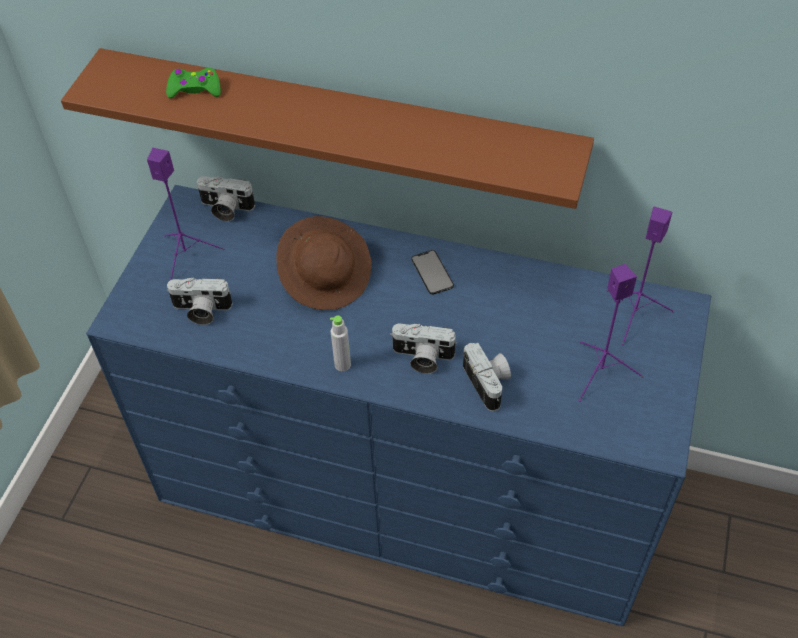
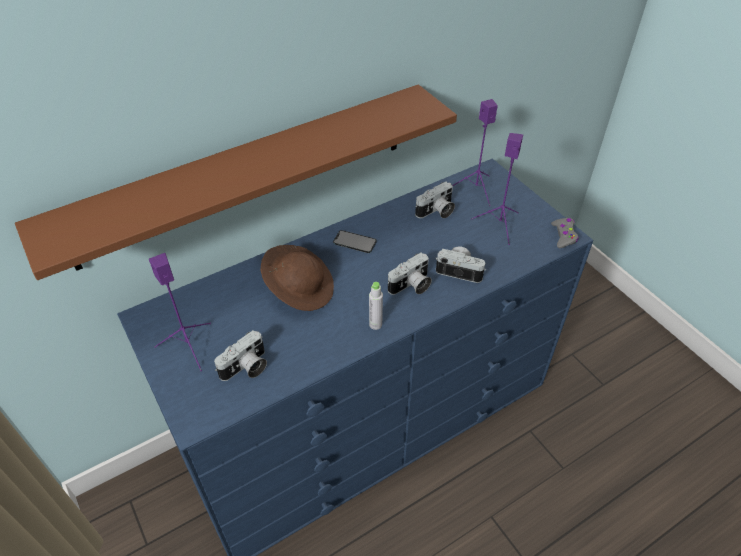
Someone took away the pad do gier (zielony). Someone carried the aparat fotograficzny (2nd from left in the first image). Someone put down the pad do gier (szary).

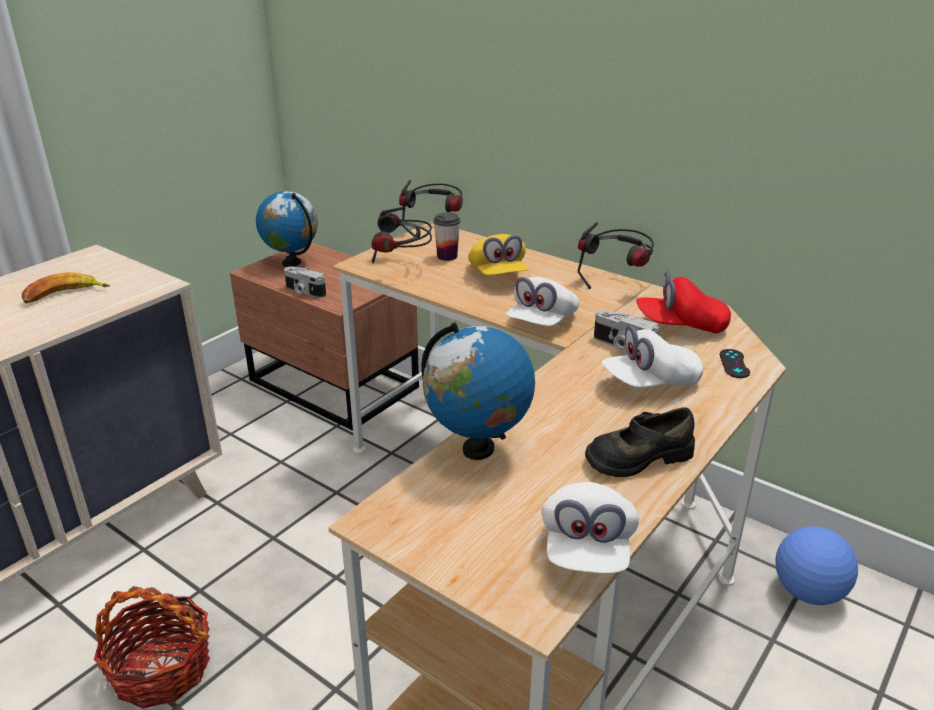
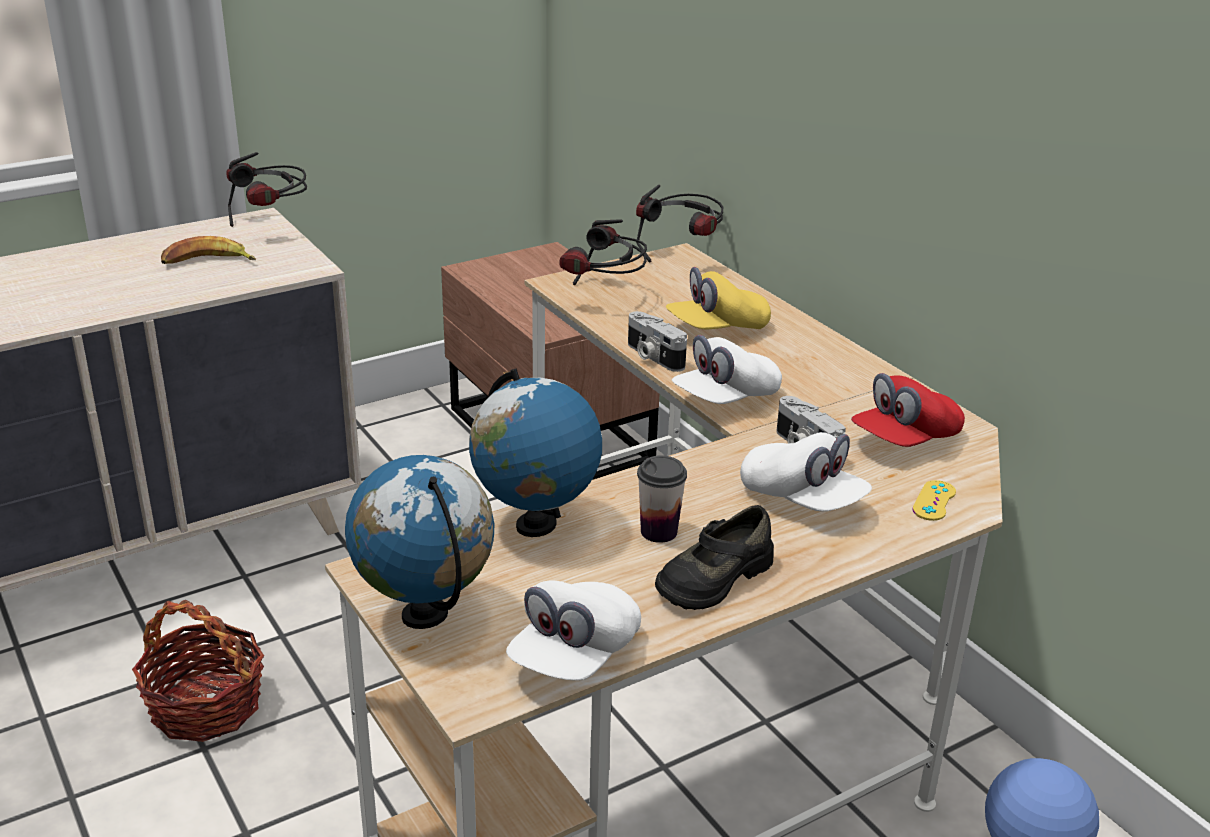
Someone carried the globus (1st from left). Someone carried the filiżanka. Someone carried the słuchawki (3rd from left in the first image). Someone rotated the czapka z daszkiem (żółty) by 60 degrees clockwise. Someone carried the aparat fotograficzny (1st from left). Someone rotated the czapka z daszkiem (czerwony) by 60 degrees counterclockwise. Someone rotated the czapka z daszkiem (biały) (3rd from left) by 135 degrees counterclockwise. Someone repainted the pad do gier (czarny), which became the pad do gier (żółty). Someone rotated the but (czarny) by 45 degrees counterclockwise.

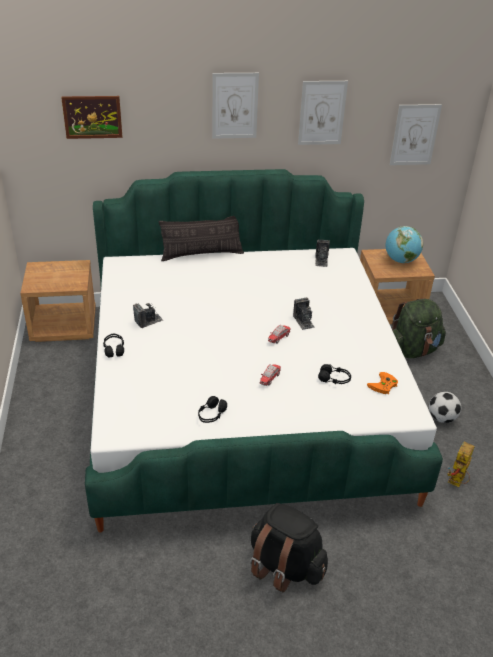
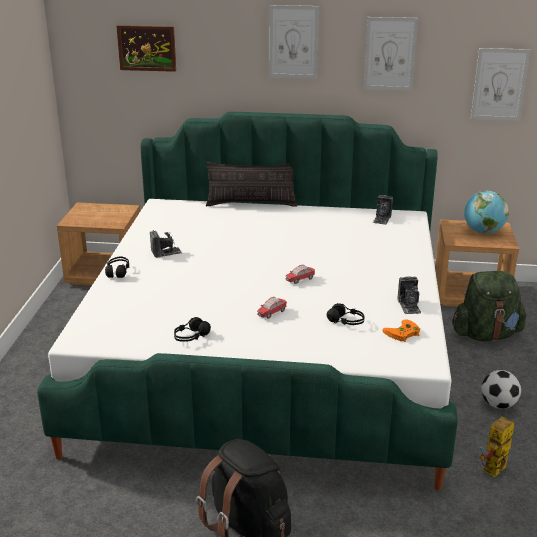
Someone carried the aparat fotograficzny (2nd from left in the first image).

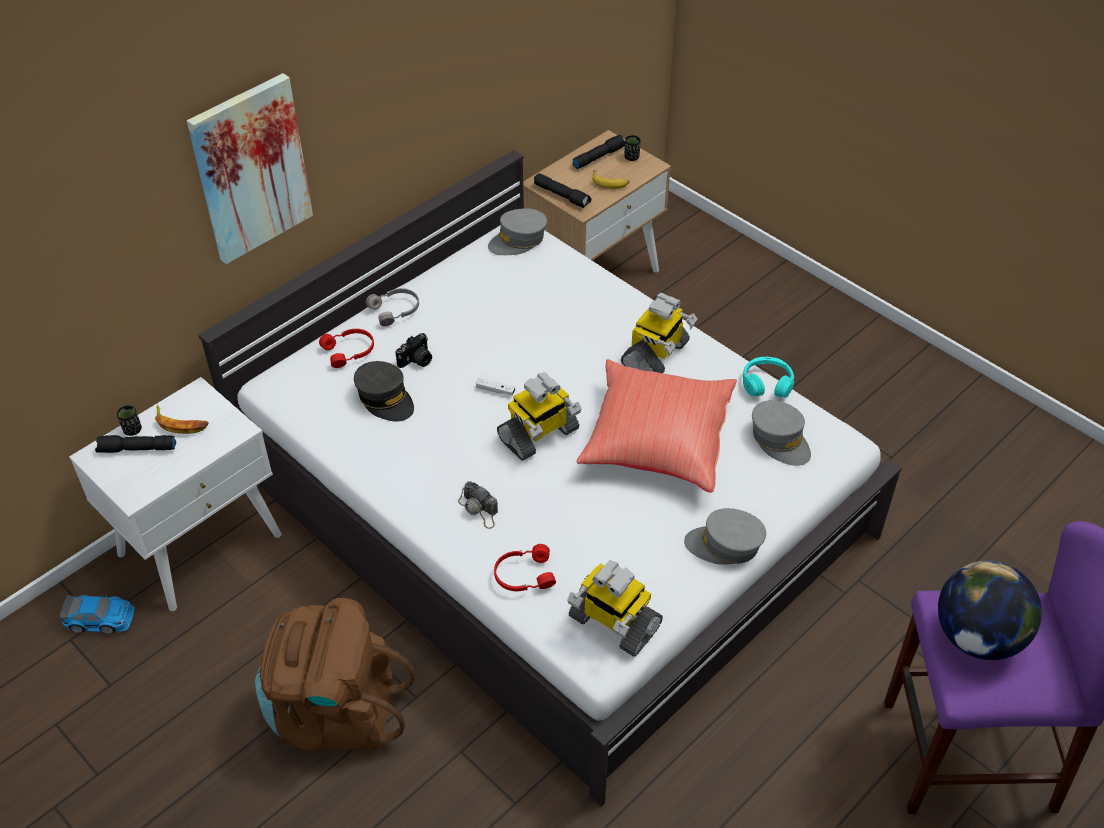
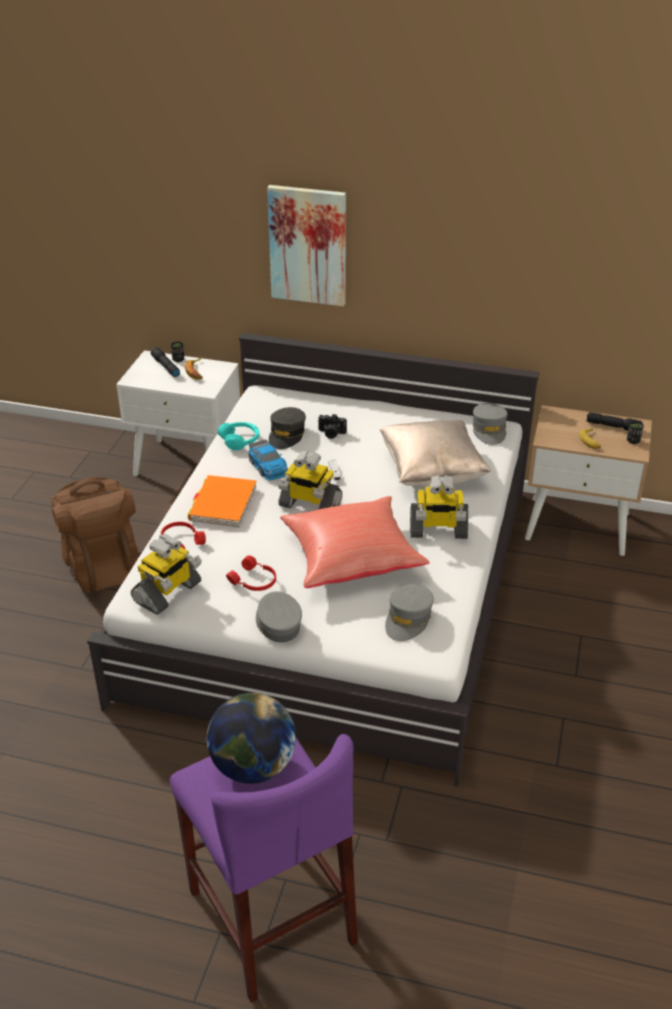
Someone took away the latarka (czarny) (2nd from left). Someone rotated the czapka z daszkiem (szary) (2nd from left in the first image) by 120 degrees counterclockwise. Someone took away the słuchawki (szary). Someone carried the słuchawki (czerwony) (1st from left in the first image). Someone carried the słuchawki (turkusowy). Someone swapped the aparat fotograficzny (2nd from left) for the książka (pomarańczowy). Someone rotated the robot zabawkowy (2nd from left in the first image) by 150 degrees counterclockwise. Someone carried the samochodzik. Someone put down the poduszka (beżowy).

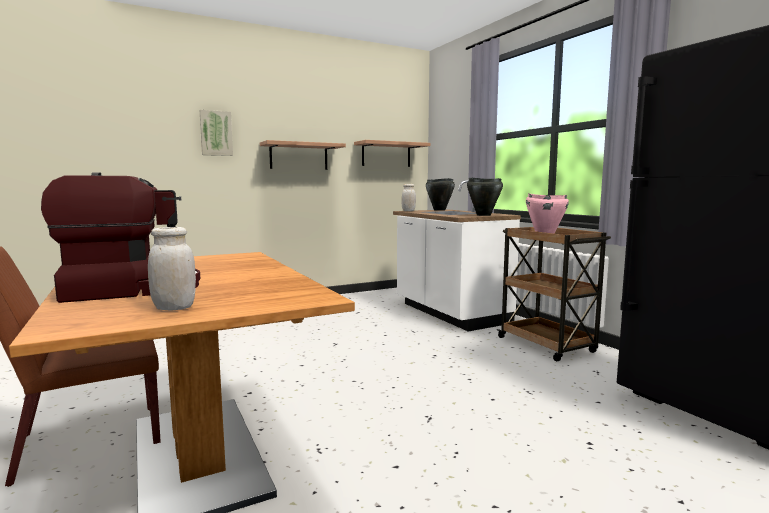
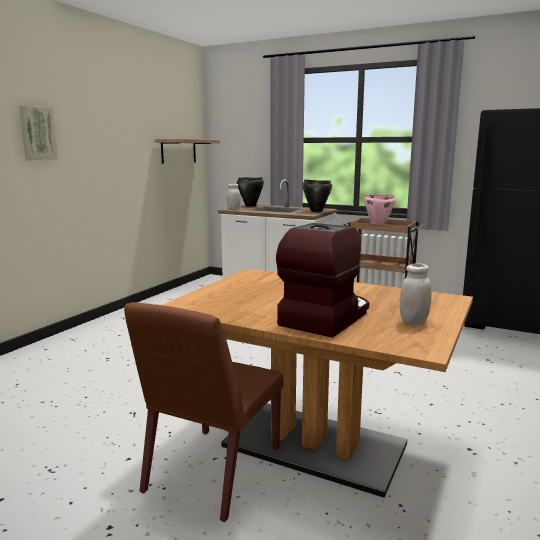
Someone took away the półka (1st from left).

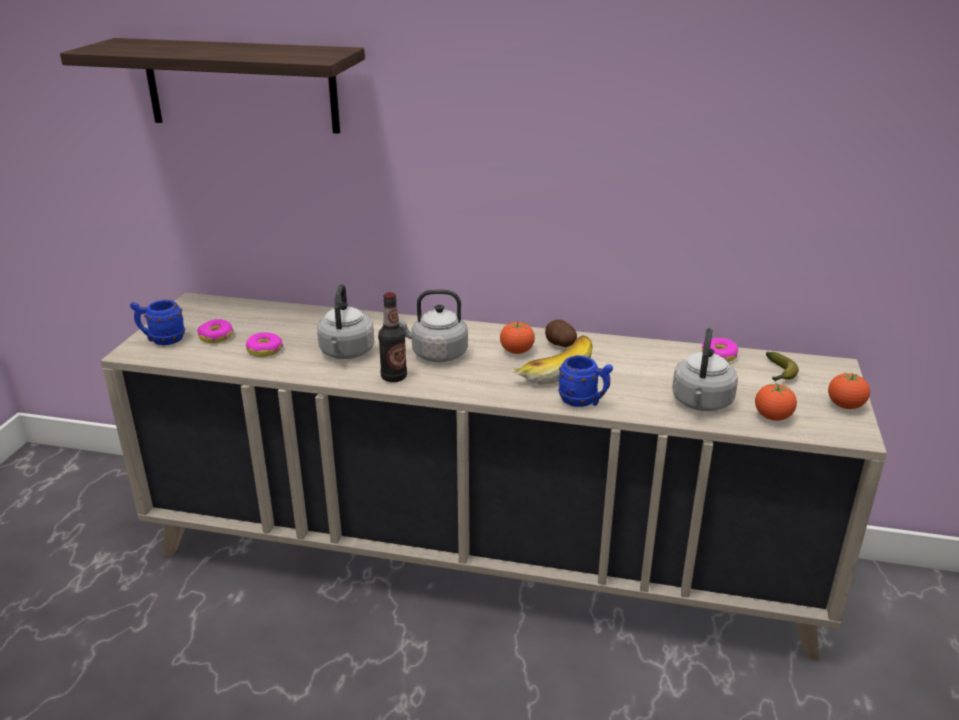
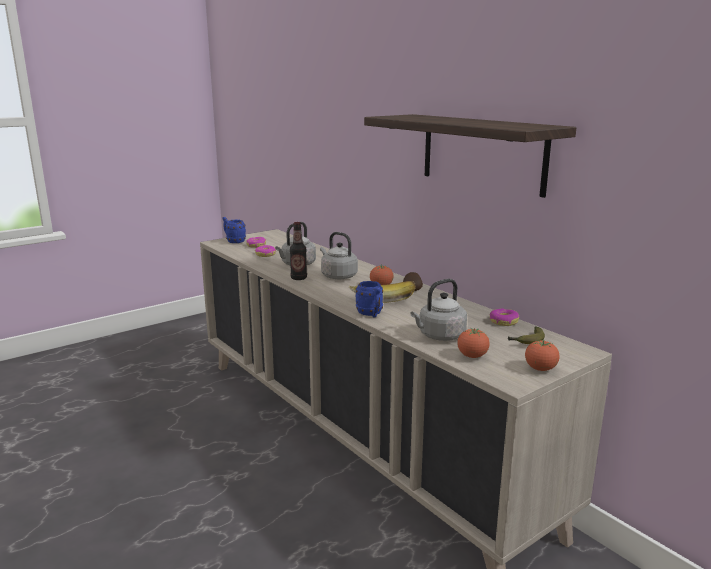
Someone carried the półka.

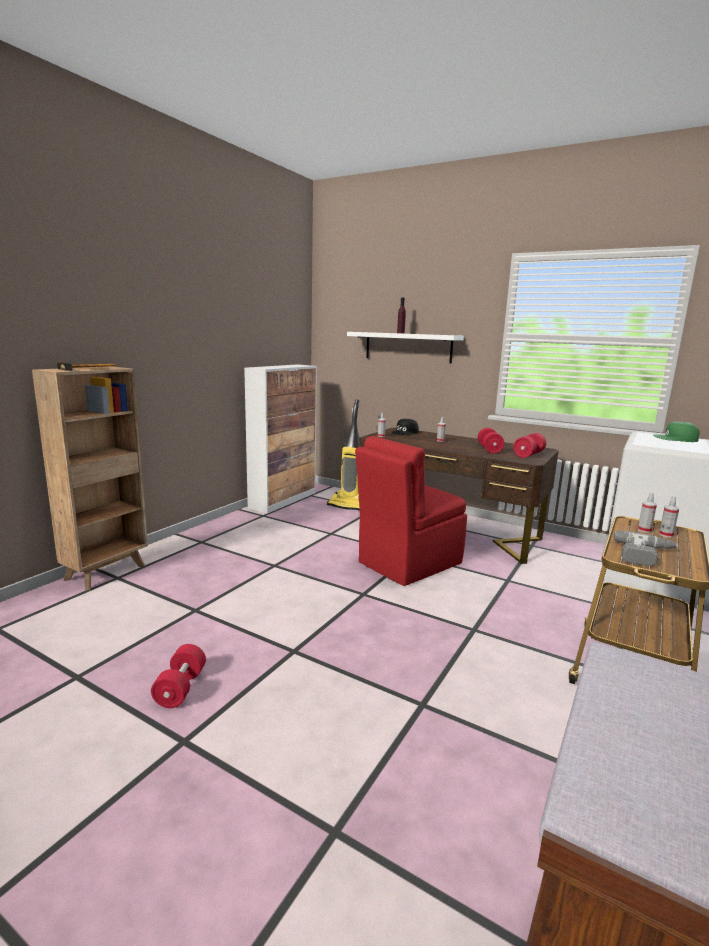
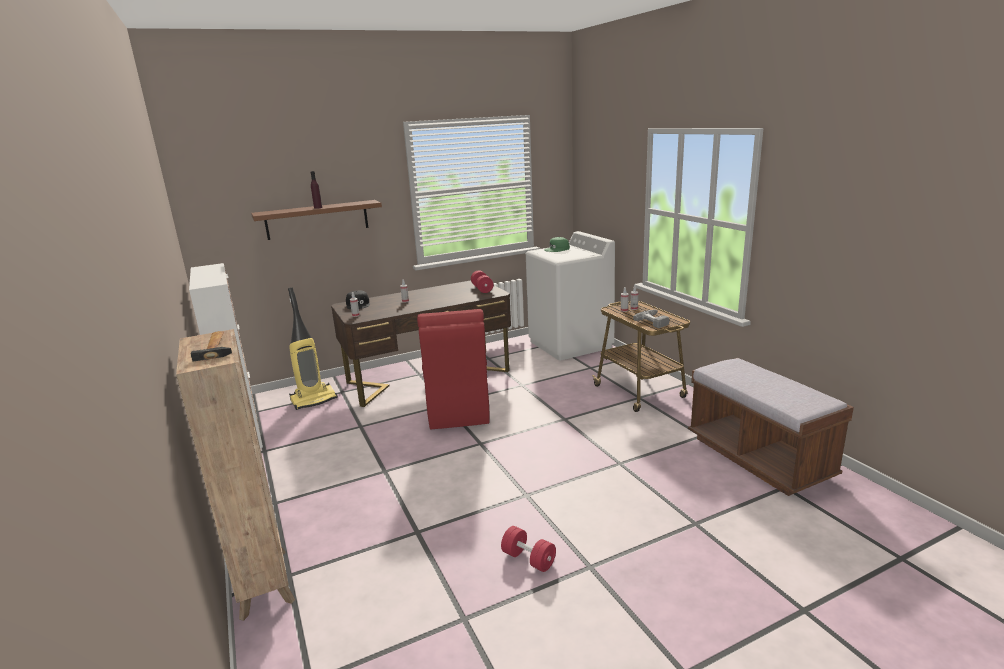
Someone repainted the półka (biały), which became the półka (brązowy). Someone took away the hantel (czerwony) (2nd from left).

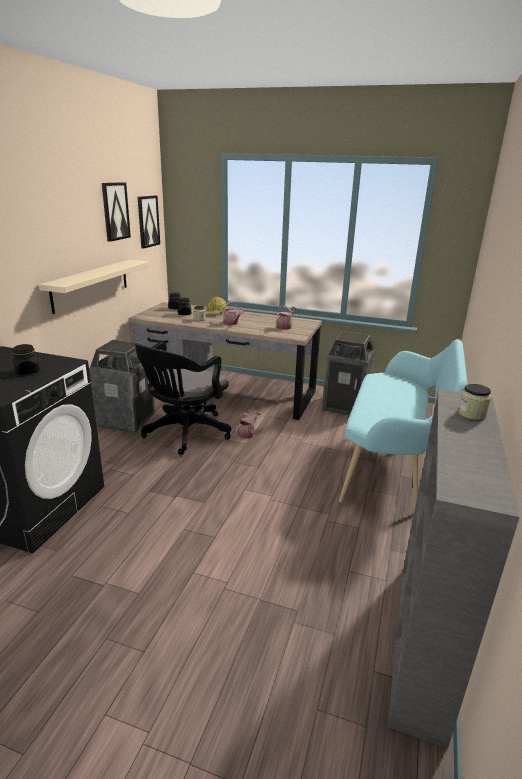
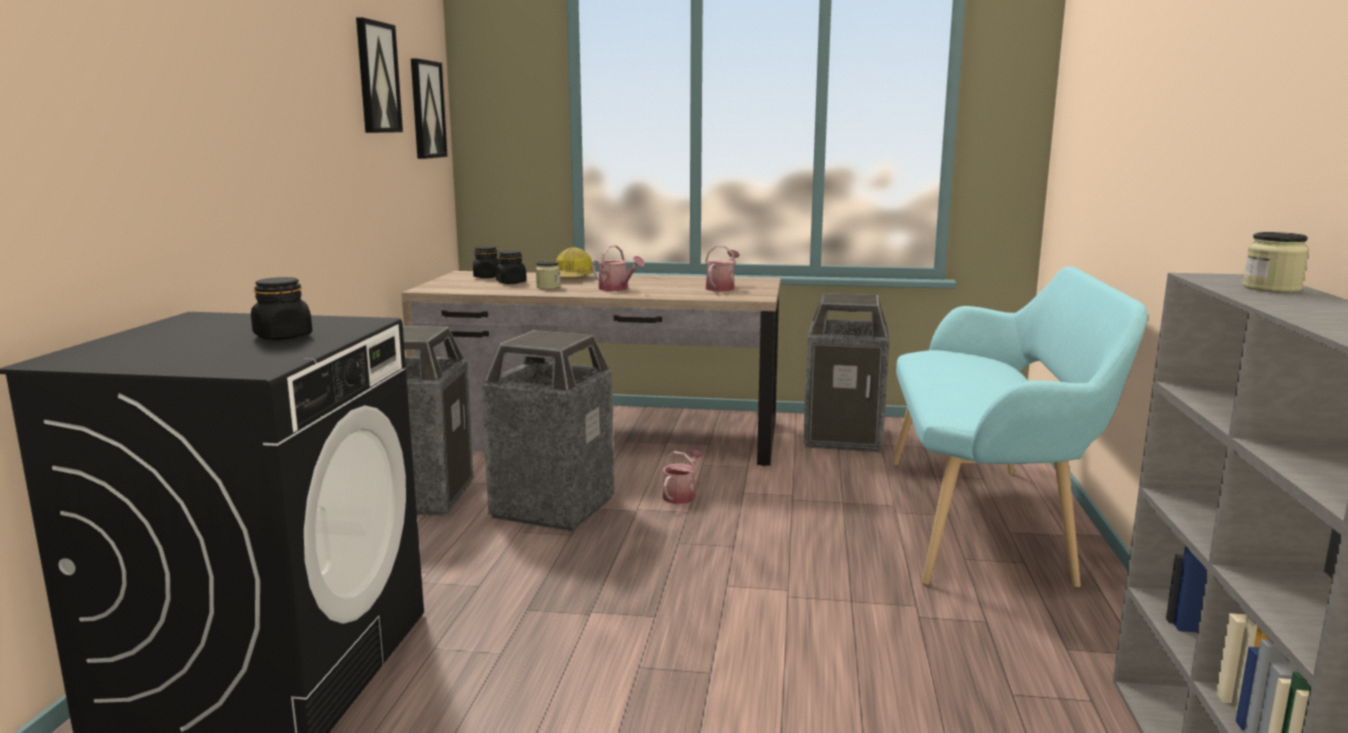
Someone took away the półka (beżowy). Someone swapped the krzesło biurowe (czarny) for the kosz na śmieci (2nd from left).

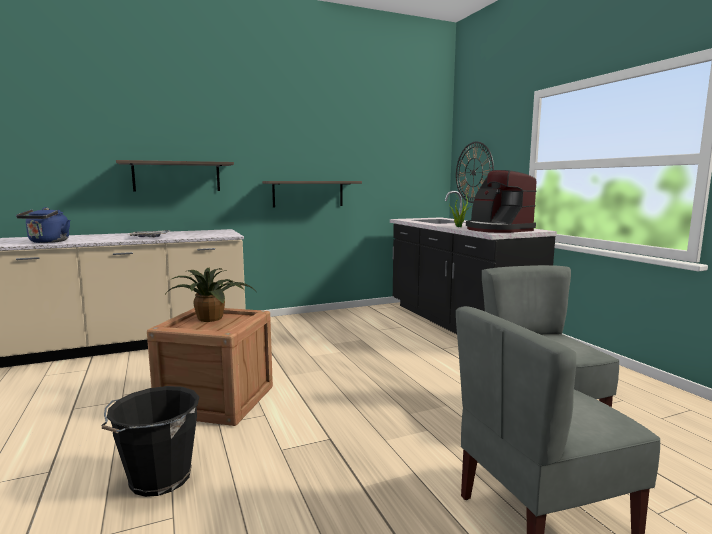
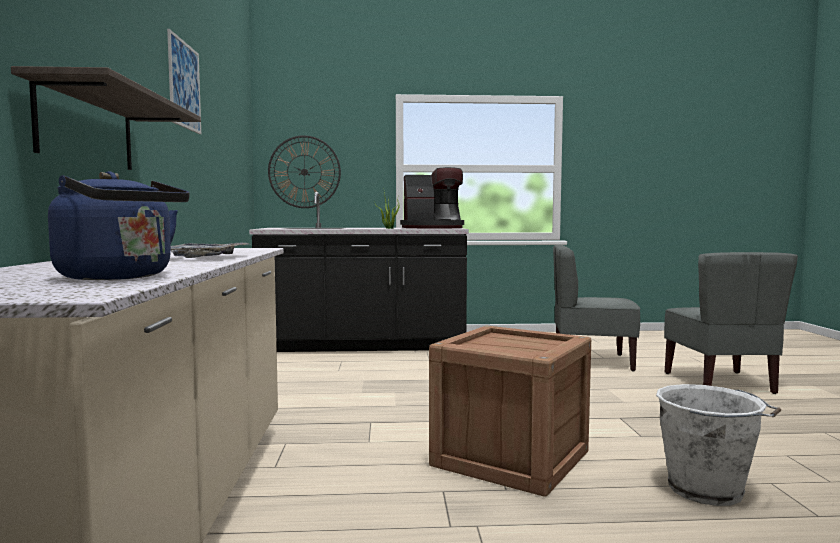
Someone took away the półka (2nd from left). Someone took away the roślina doniczkowa (1st from left). Someone repainted the wiadro (czarny), which became the wiadro (biały). Someone put up the obraz.

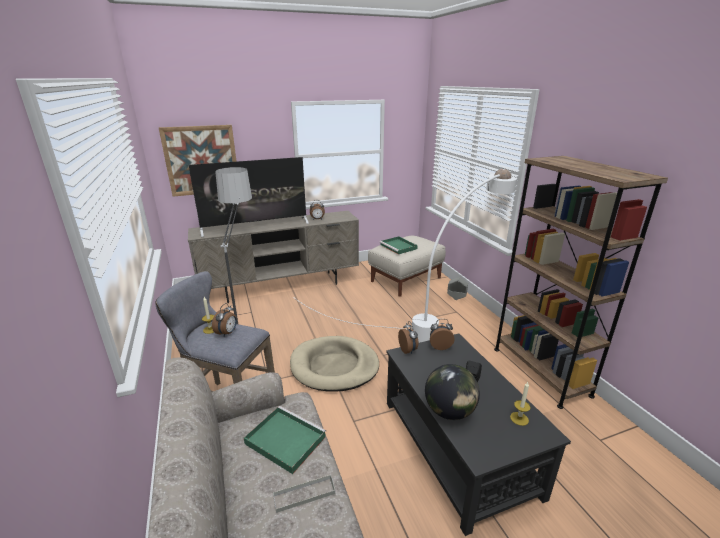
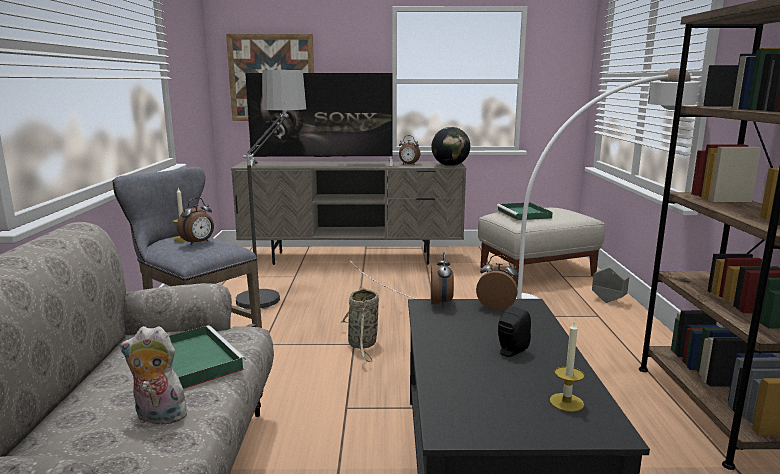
Someone swapped the legowisko (beżowy) for the koszyk. Someone carried the globus. Someone swapped the taca (szary) for the pluszak.

